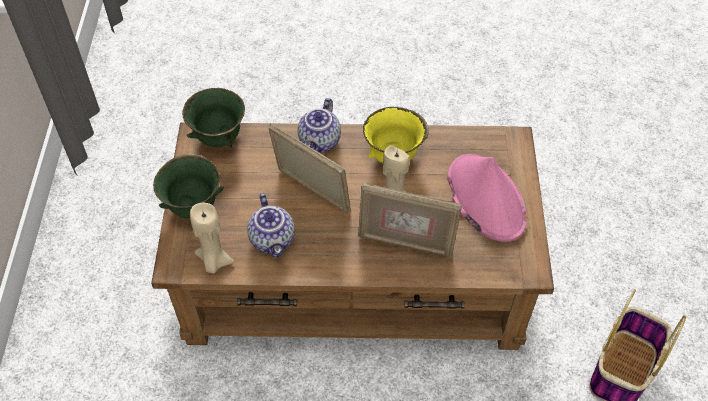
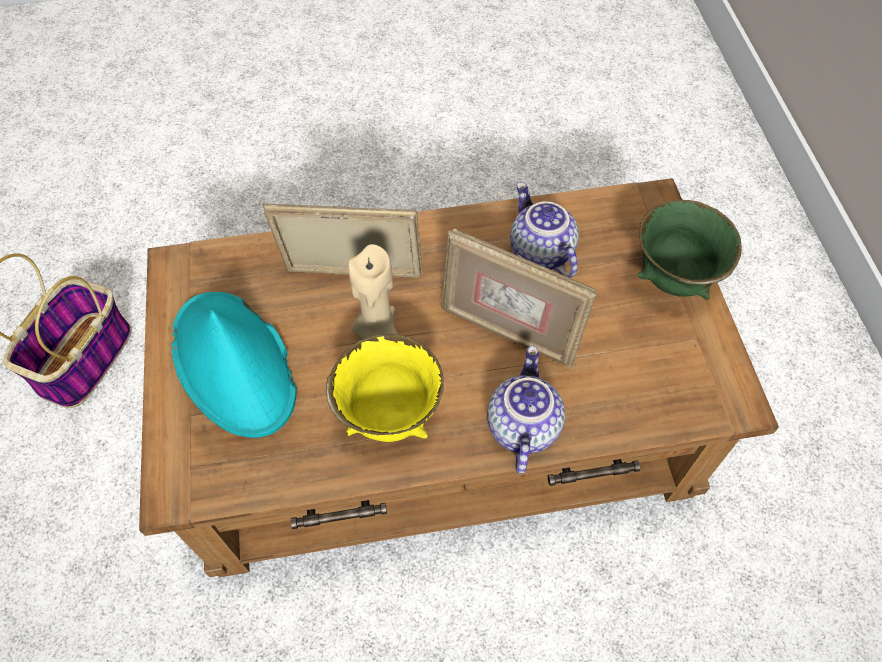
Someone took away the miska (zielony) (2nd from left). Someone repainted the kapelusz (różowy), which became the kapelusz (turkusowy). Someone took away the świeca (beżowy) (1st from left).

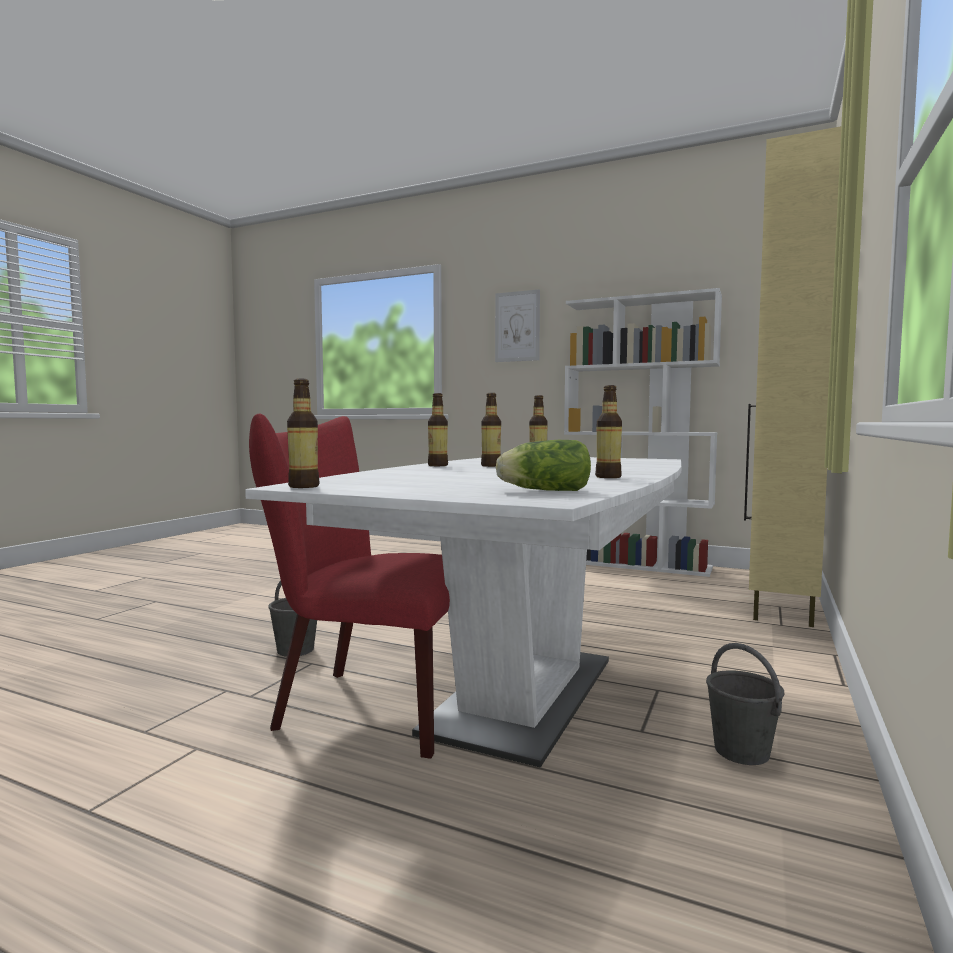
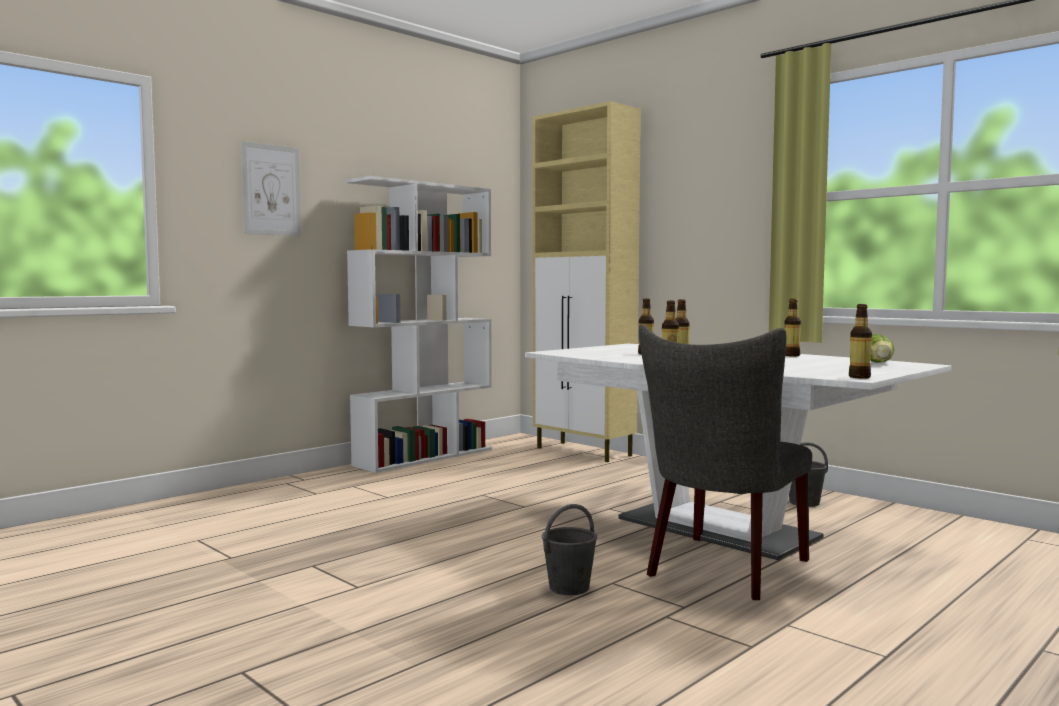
Someone repainted the krzesło (czerwony), which became the krzesło (szary).

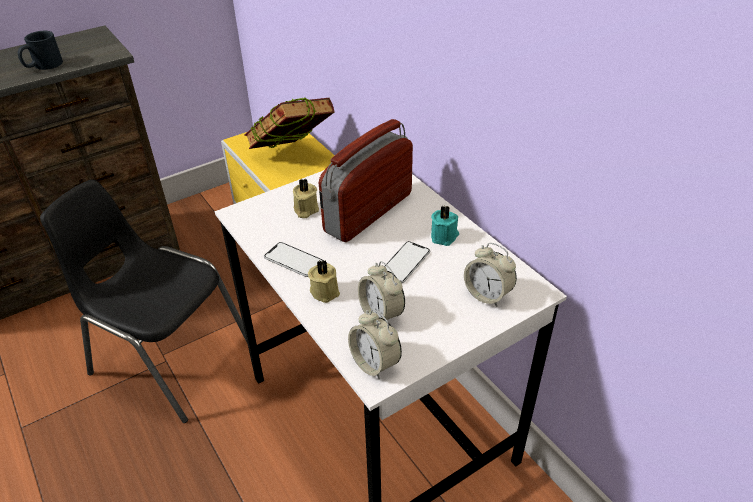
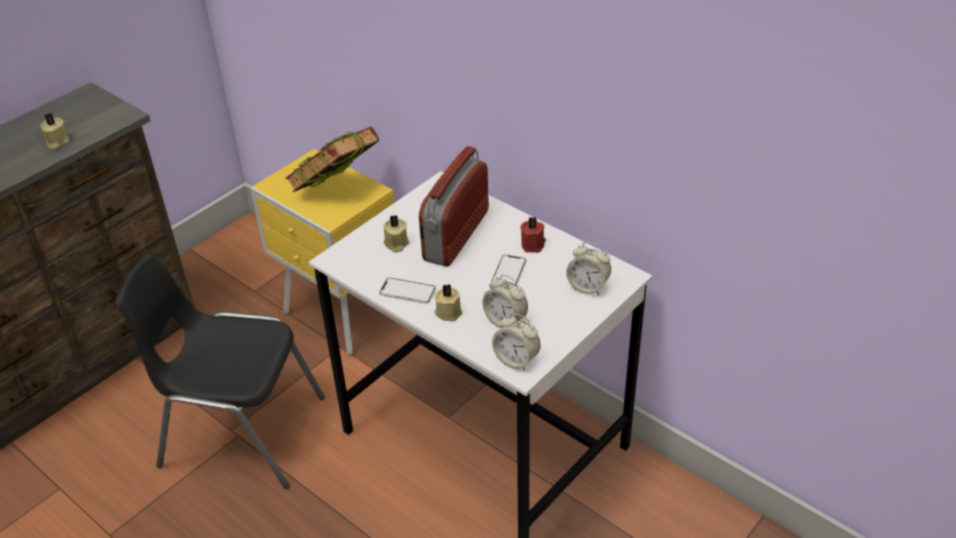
Someone swapped the kubek (czarny) for the świeca (beżowy) (1st from left). Someone repainted the świeca (turkusowy), which became the świeca (czerwony).

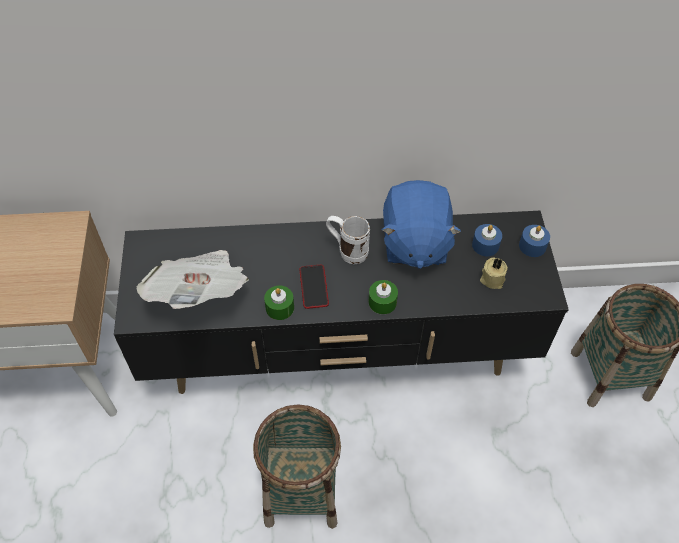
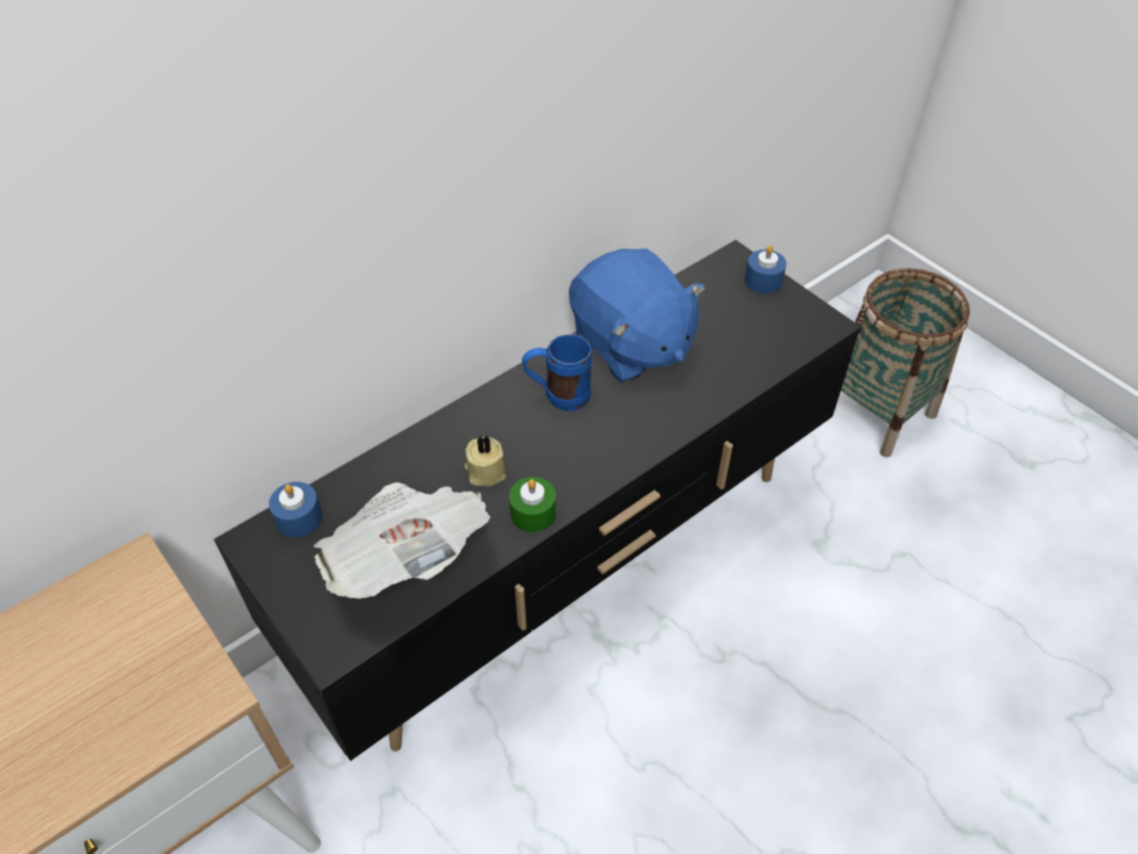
Someone repainted the kubek (biały), which became the kubek (niebieski). Someone carried the świeca (niebieski) (1st from left). Someone carried the świeca (beżowy). Someone took away the telefon. Someone took away the świeca (zielony) (2nd from left). Someone took away the koszyk (1st from left).

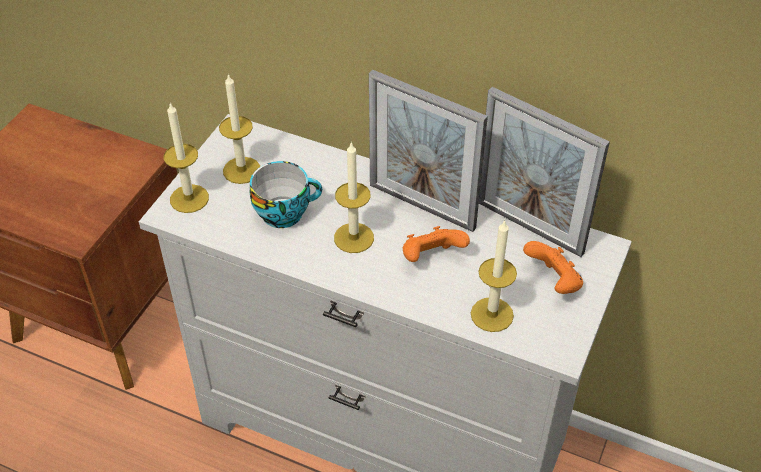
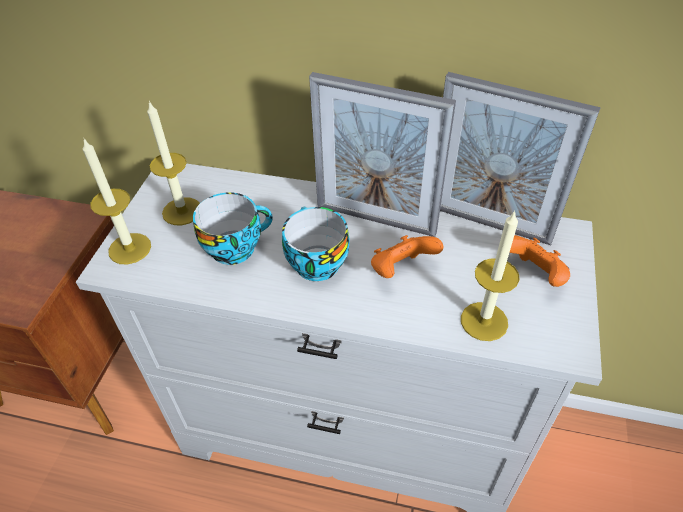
Someone swapped the świeca (3rd from left) for the filiżanka (2nd from left).

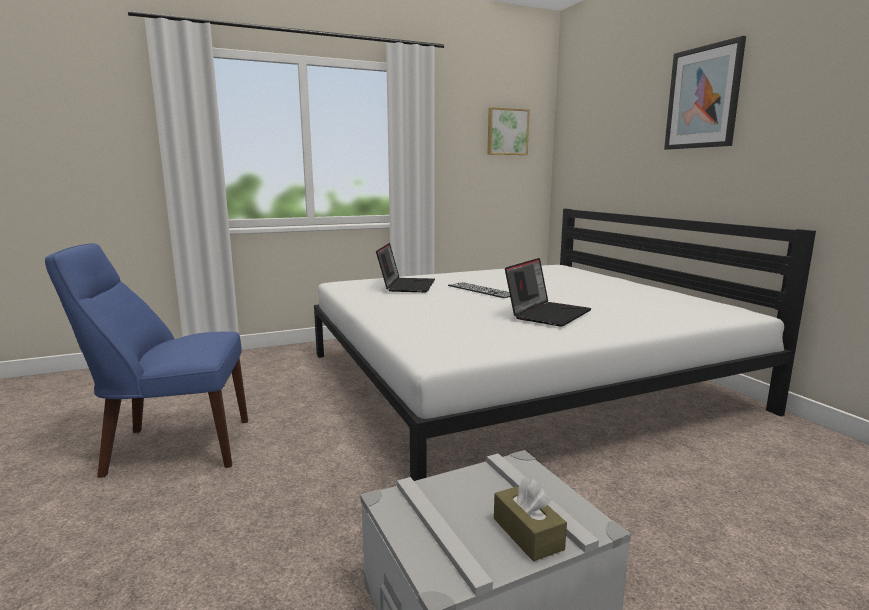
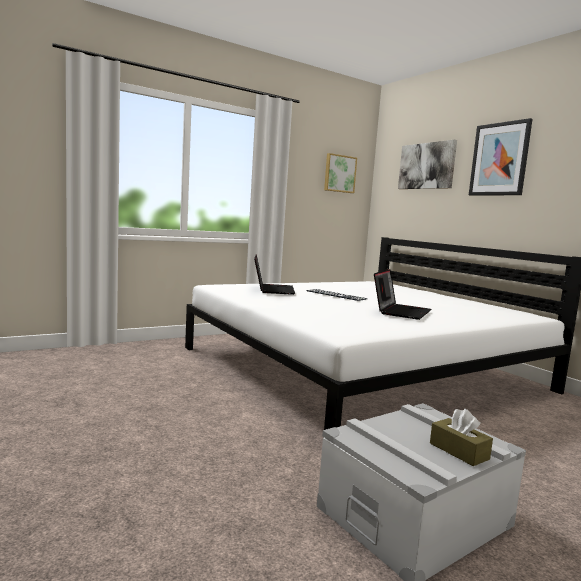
Someone took away the krzesło (niebieski). Someone put up the obraz (2nd from left).

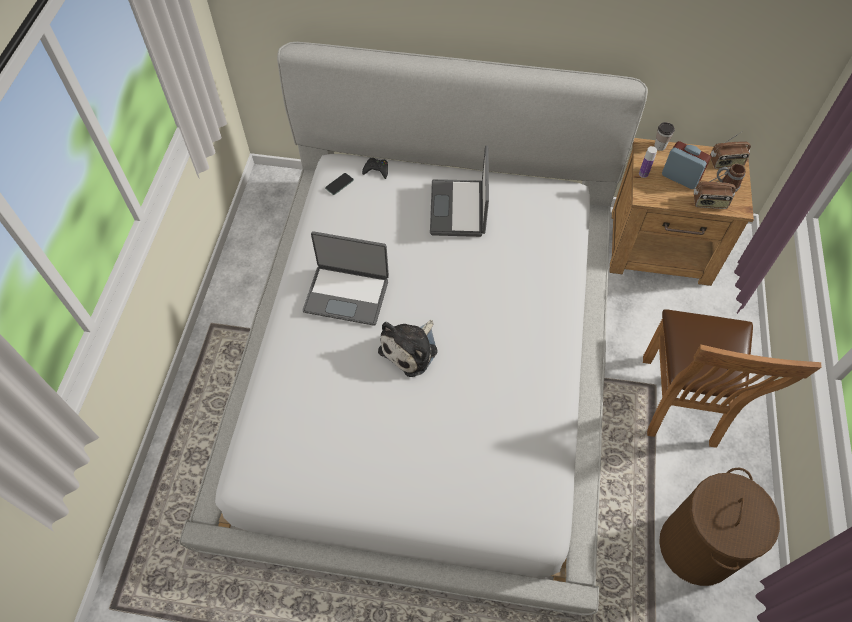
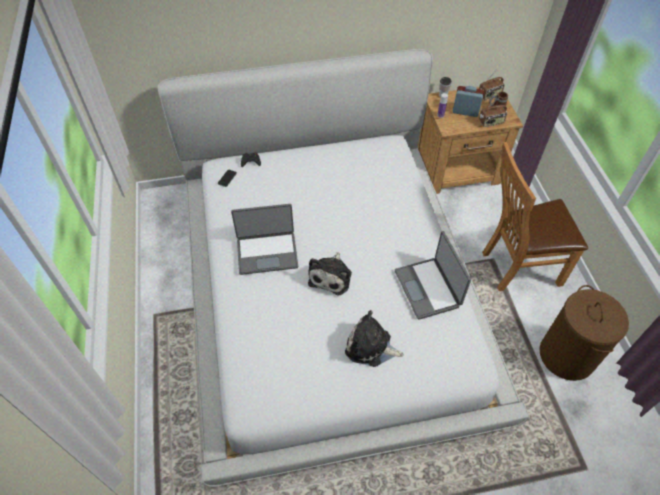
Someone carried the laptop (2nd from left). Someone rotated the krzesło (brązowy) by 90 degrees clockwise. Someone put down the pluszak (2nd from left).

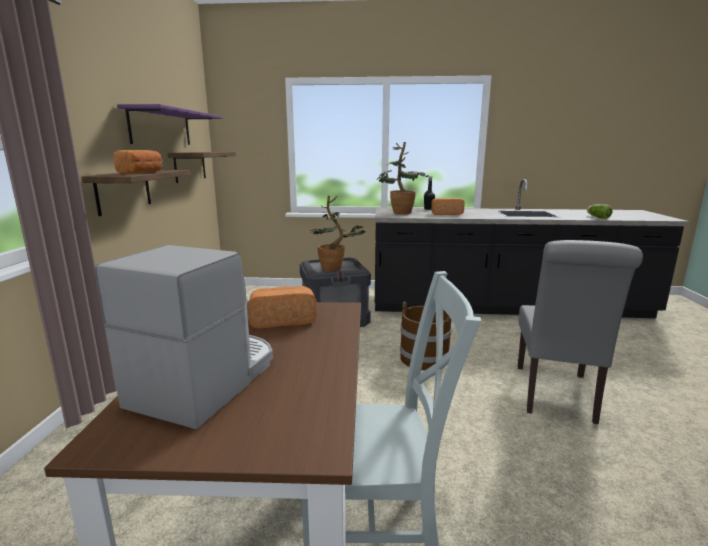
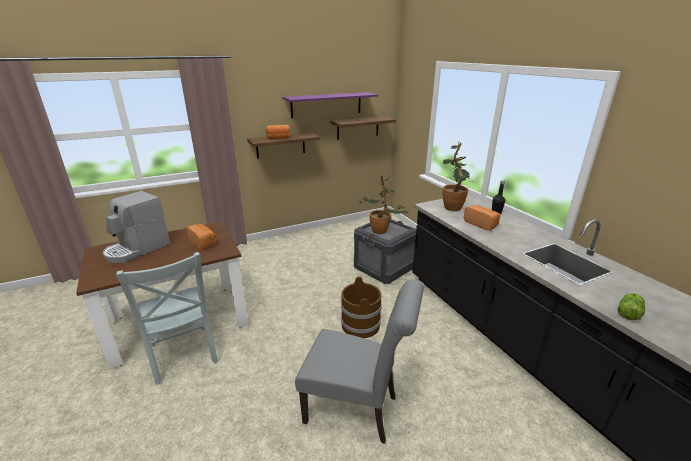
Someone rotated the krzesło (szary) (2nd from left) by 150 degrees counterclockwise. Someone rotated the ekspres do kawy by 135 degrees clockwise.

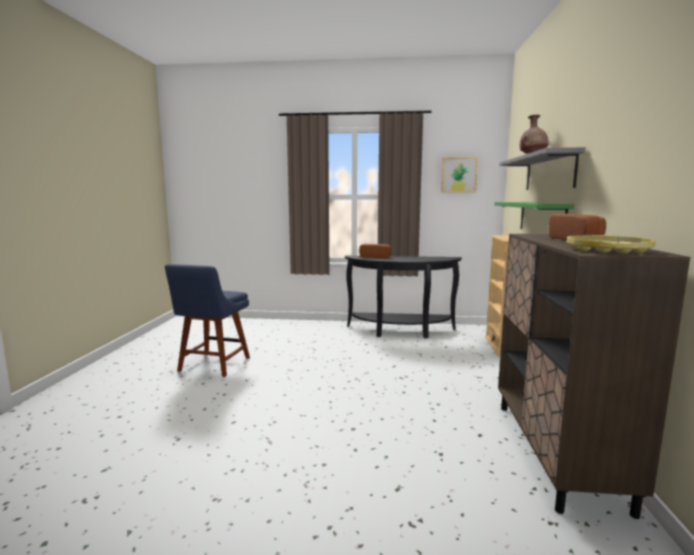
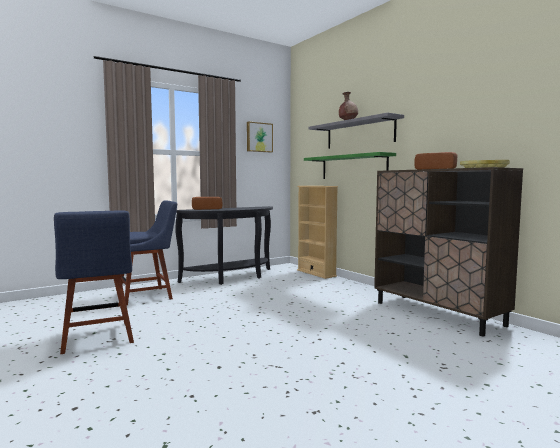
Someone put down the krzesło (niebieski) (2nd from left).

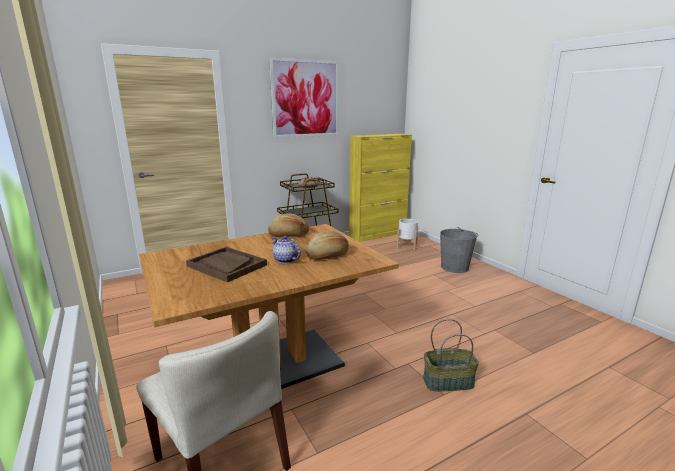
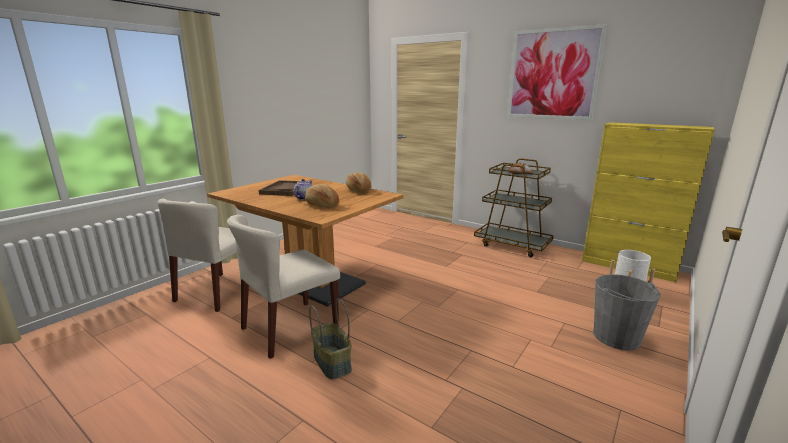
Someone put down the krzesło (beżowy) (2nd from left).

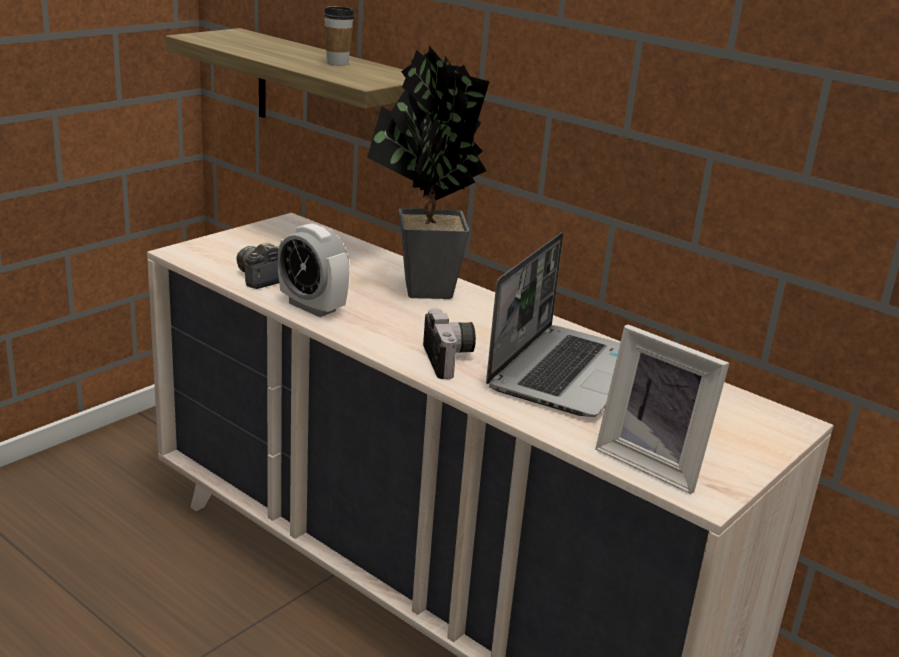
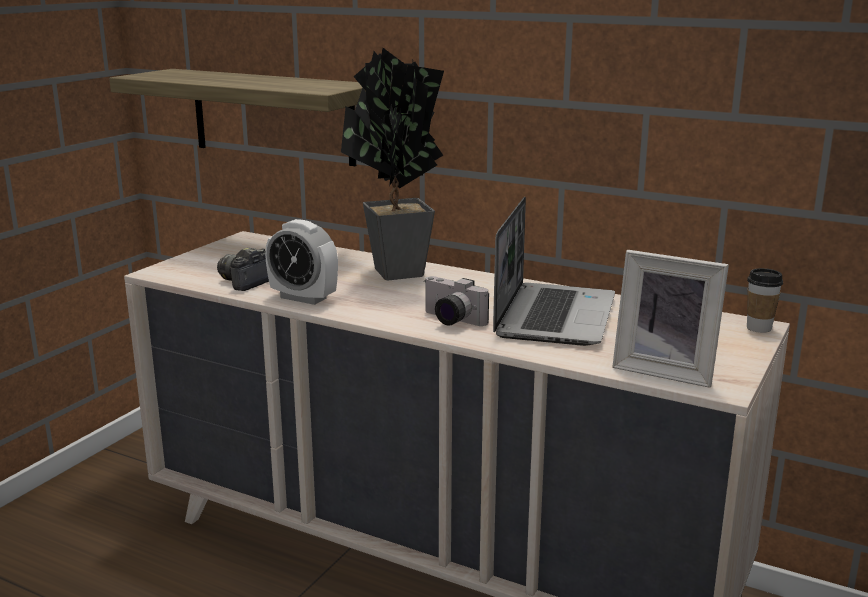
Someone carried the filiżanka. Someone rotated the aparat fotograficzny (2nd from left) by 150 degrees clockwise.

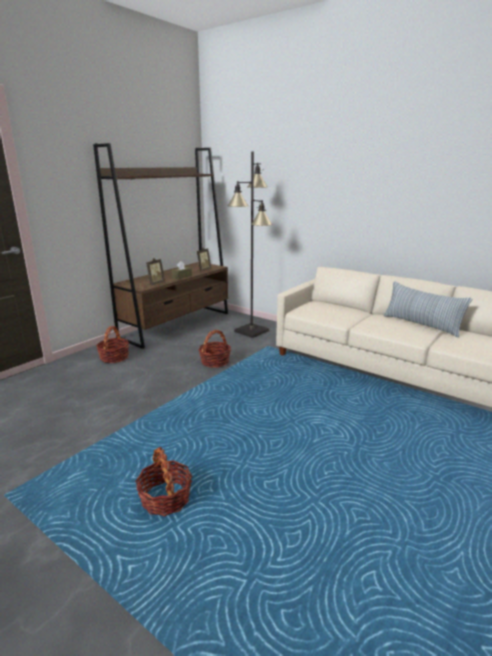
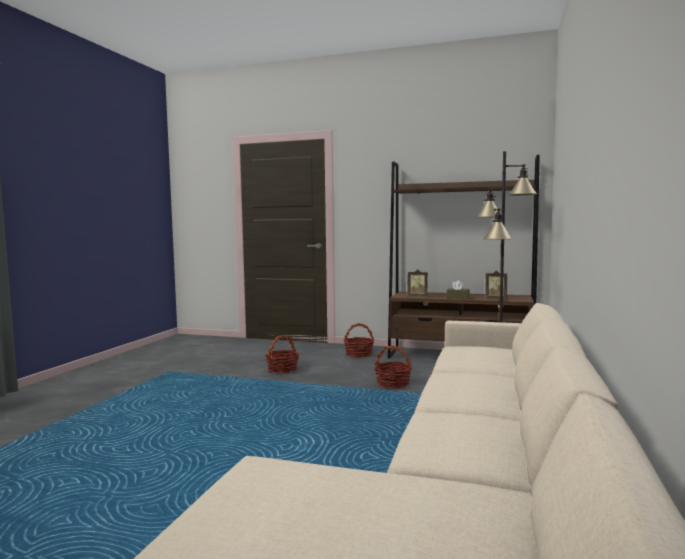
Someone took away the poduszka. Someone carried the koszyk (2nd from left in the first image).

